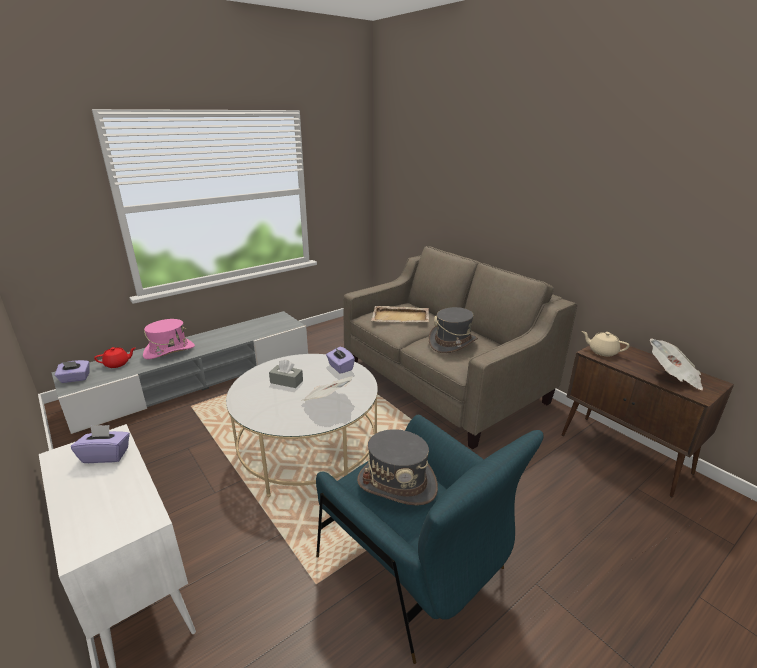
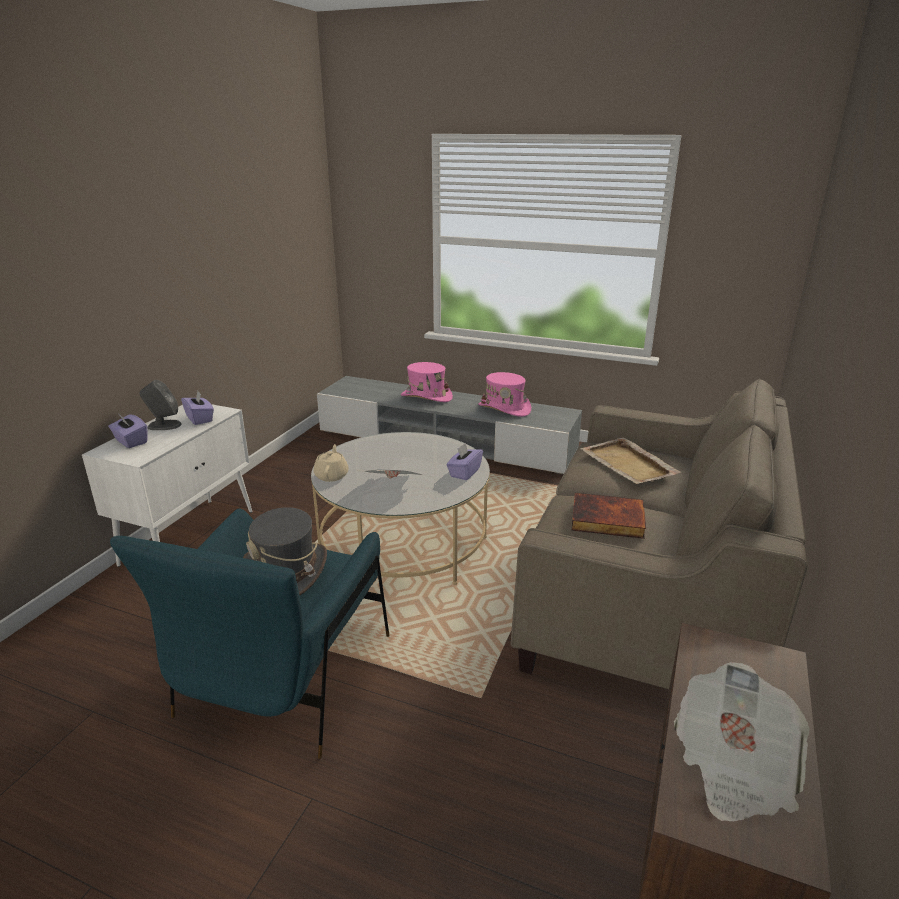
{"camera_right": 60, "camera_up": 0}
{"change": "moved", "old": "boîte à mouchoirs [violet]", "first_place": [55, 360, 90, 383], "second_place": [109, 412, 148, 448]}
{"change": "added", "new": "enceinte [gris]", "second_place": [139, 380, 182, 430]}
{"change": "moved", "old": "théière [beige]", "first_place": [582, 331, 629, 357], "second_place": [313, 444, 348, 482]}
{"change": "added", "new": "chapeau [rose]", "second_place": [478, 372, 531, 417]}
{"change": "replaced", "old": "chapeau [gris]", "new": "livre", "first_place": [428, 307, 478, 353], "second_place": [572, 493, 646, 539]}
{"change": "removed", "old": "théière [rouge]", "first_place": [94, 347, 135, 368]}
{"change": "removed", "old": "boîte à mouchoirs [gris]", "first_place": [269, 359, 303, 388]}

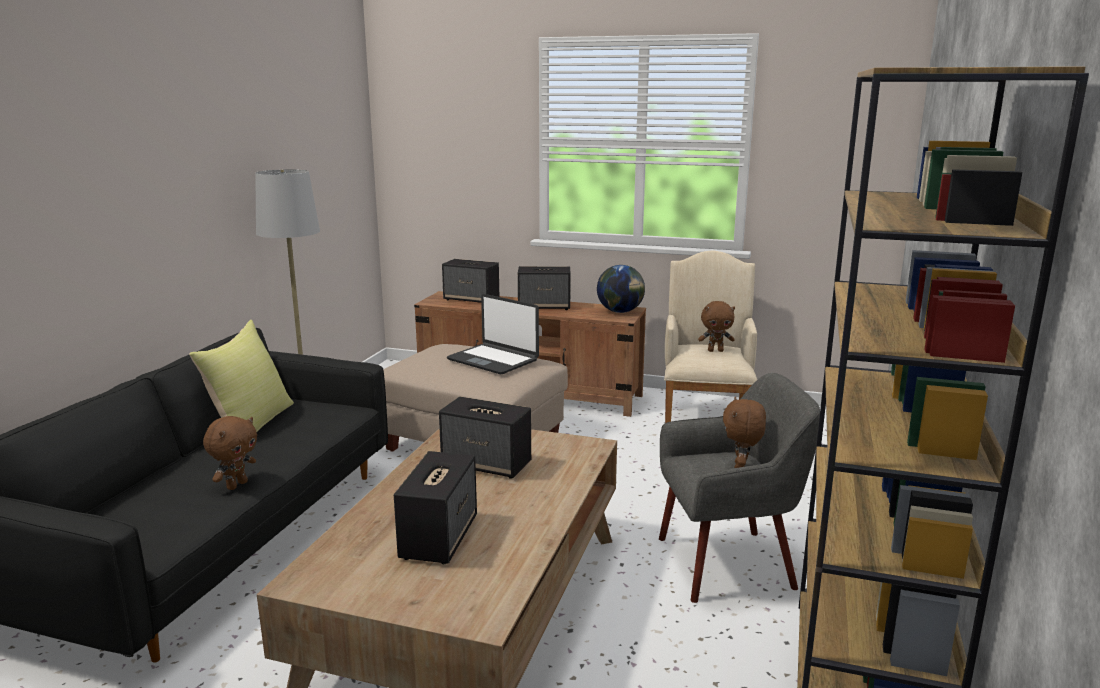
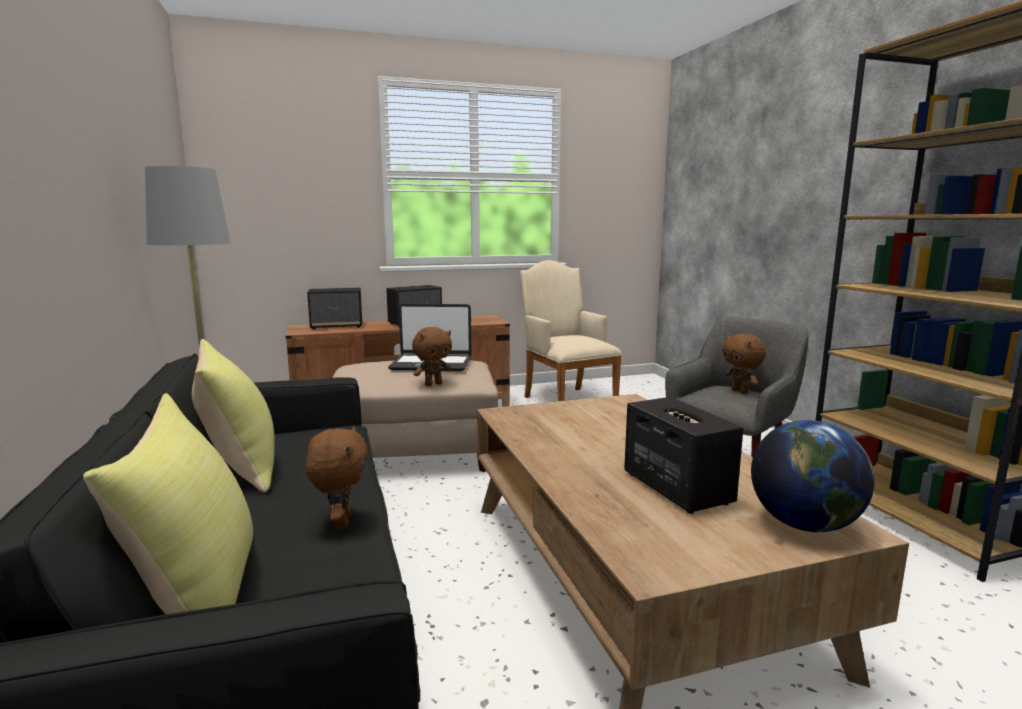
{"camera_right": -35, "camera_up": -5}
{"change": "added", "new": "coussin [jaune]", "second_place": [83, 393, 253, 614]}
{"change": "moved", "old": "peluche [marron]", "first_place": [698, 301, 735, 352], "second_place": [412, 327, 452, 386]}
{"change": "moved", "old": "globe", "first_place": [597, 265, 645, 313], "second_place": [751, 420, 875, 532]}
{"change": "removed", "old": "enceinte", "first_place": [439, 397, 531, 479]}

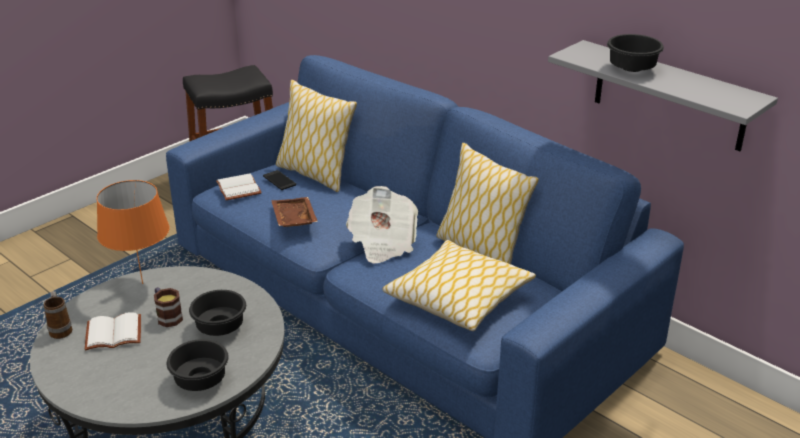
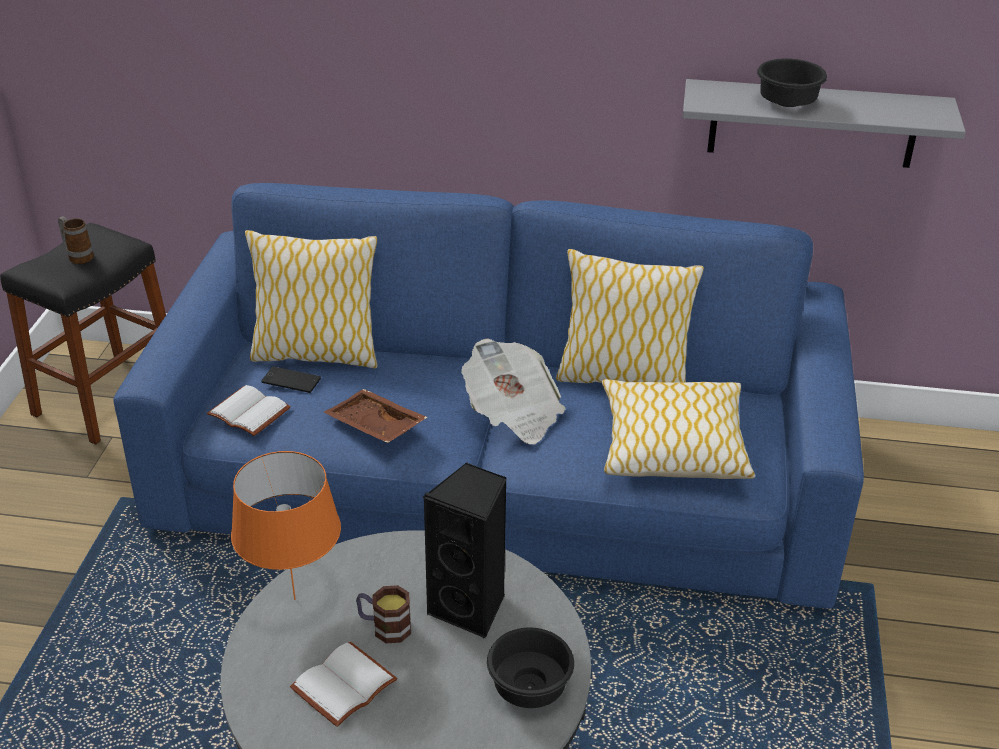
{"camera_right": -35, "camera_up": 5}
{"change": "moved", "old": "mug", "first_place": [44, 291, 72, 339], "second_place": [58, 216, 94, 264]}
{"change": "replaced", "old": "bol [noir]", "new": "enceinte [noir]", "first_place": [189, 290, 246, 336], "second_place": [422, 463, 507, 639]}

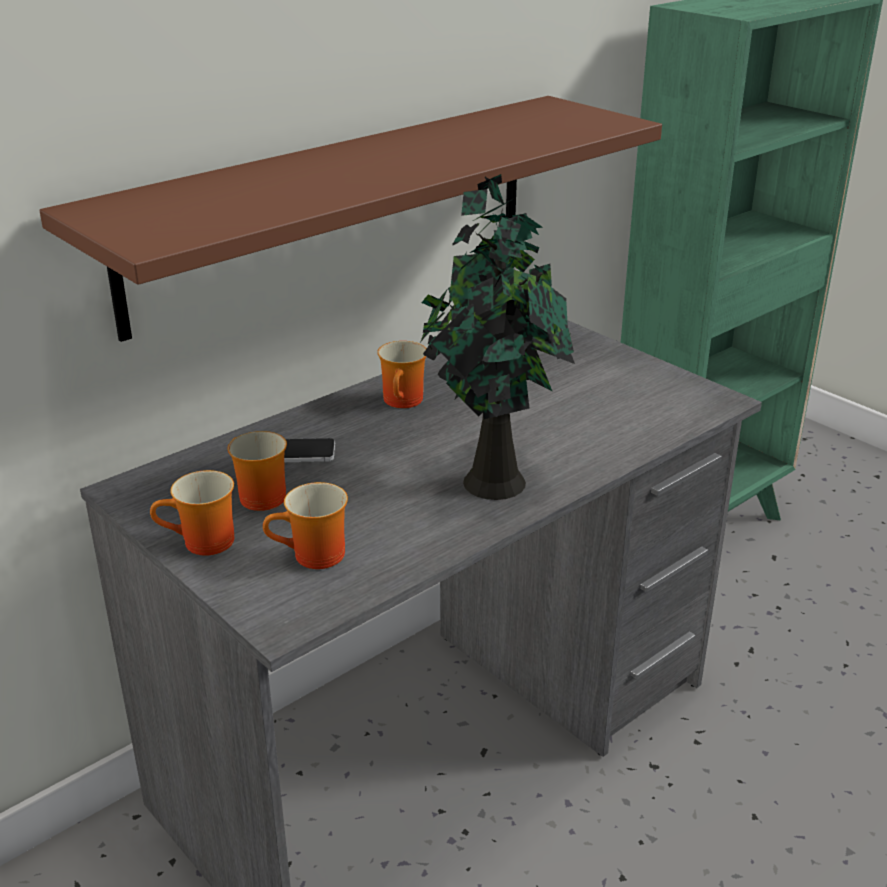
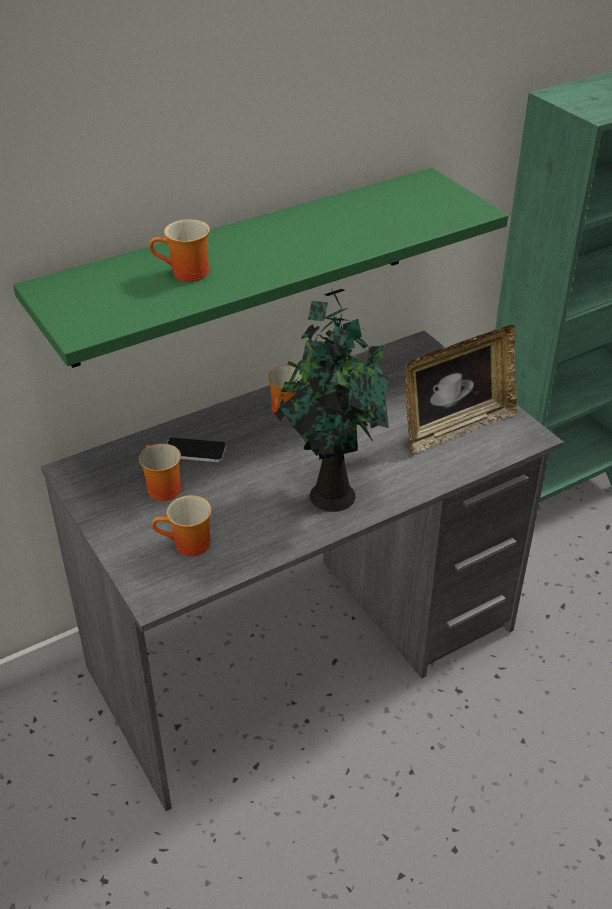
{"camera_right": 10, "camera_up": 10}
{"change": "recoloured", "old": "étagère [marron]", "new": "étagère [vert]", "first_place": [40, 96, 662, 342], "second_place": [13, 168, 508, 368]}
{"change": "moved", "old": "mug", "first_place": [150, 470, 234, 556], "second_place": [149, 219, 210, 282]}
{"change": "added", "new": "cadre photo", "second_place": [405, 325, 518, 454]}

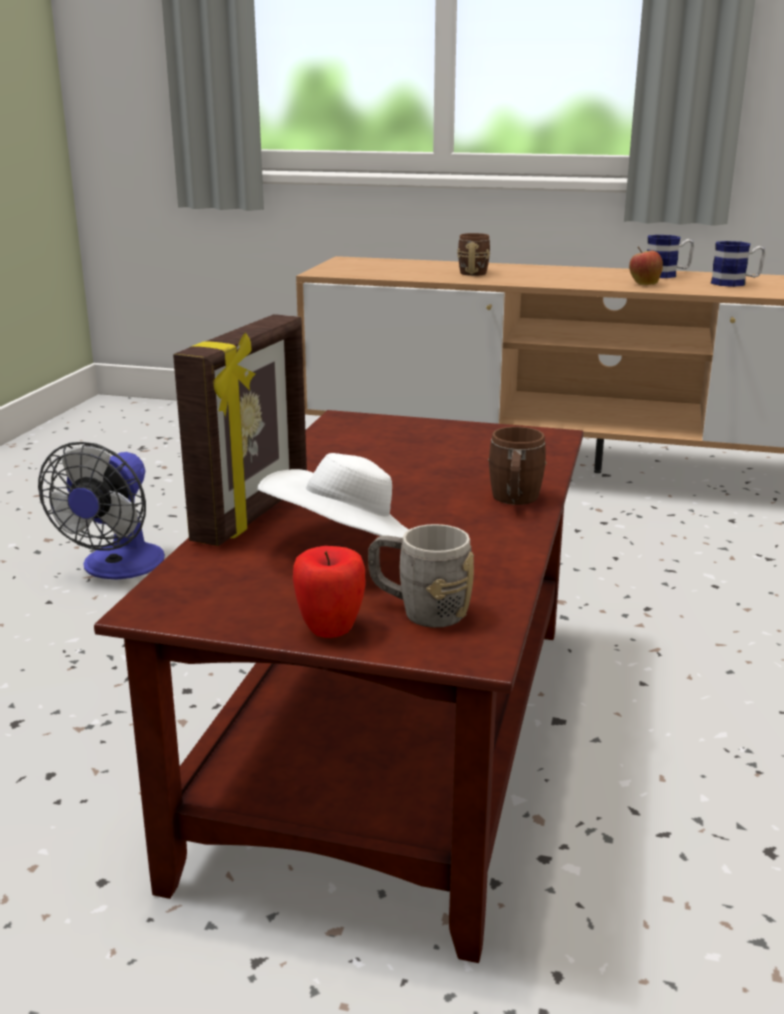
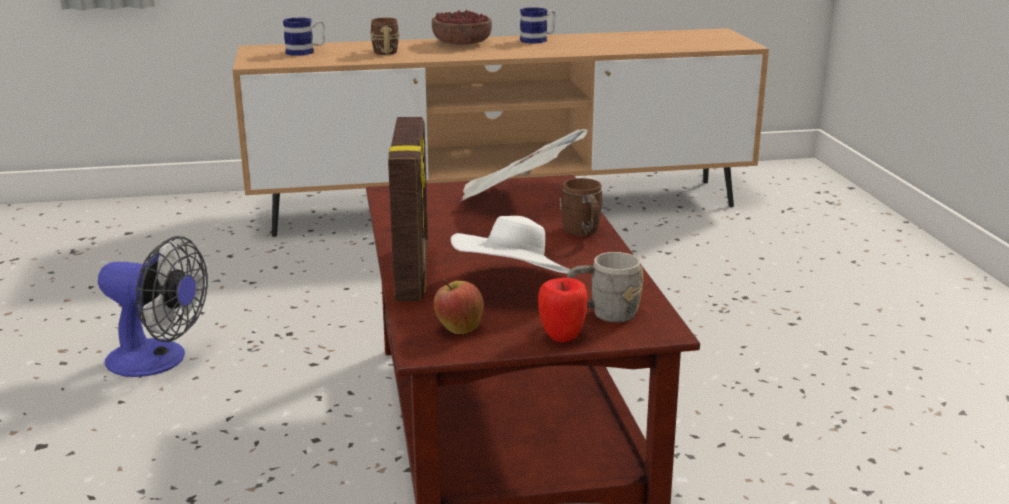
{"camera_right": -25, "camera_up": 0}
{"change": "turned", "old": "ventilateur", "first_place": [38, 442, 165, 580], "second_place": [98, 236, 208, 377], "degrees": -60}
{"change": "moved", "old": "mug", "first_place": [711, 241, 765, 287], "second_place": [283, 18, 325, 56]}
{"change": "added", "new": "bol", "second_place": [432, 10, 492, 45]}
{"change": "moved", "old": "pomme", "first_place": [629, 246, 663, 285], "second_place": [433, 279, 484, 334]}
{"change": "added", "new": "journal", "second_place": [459, 129, 588, 202]}

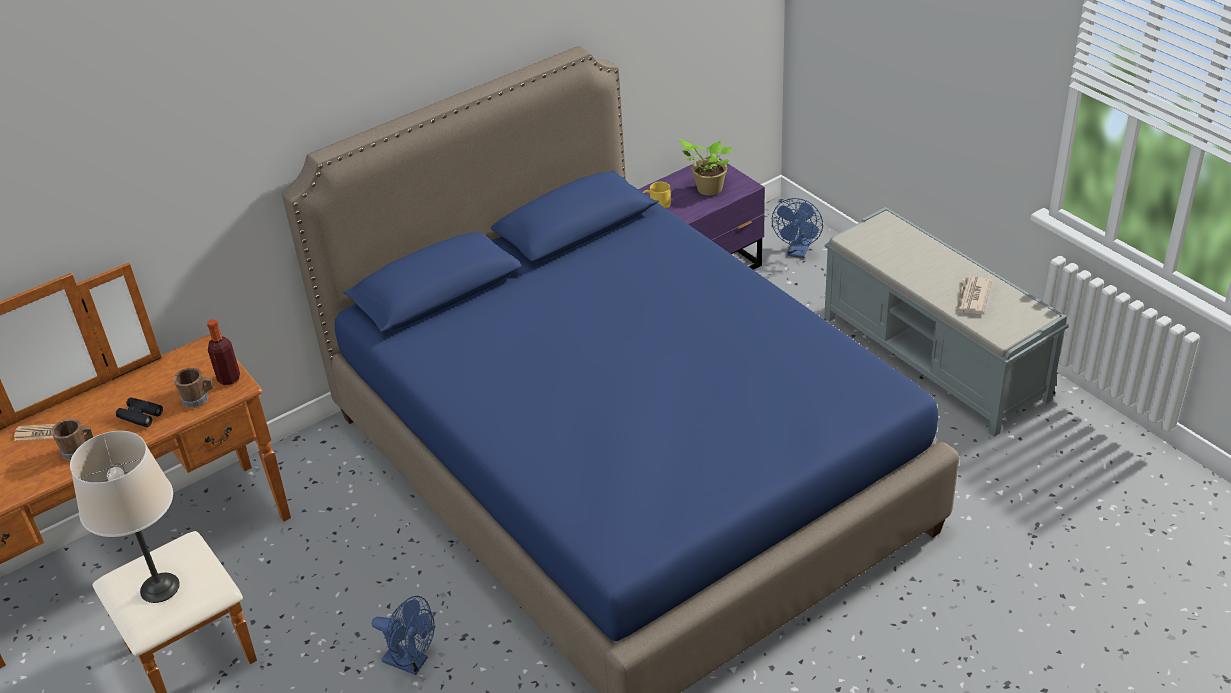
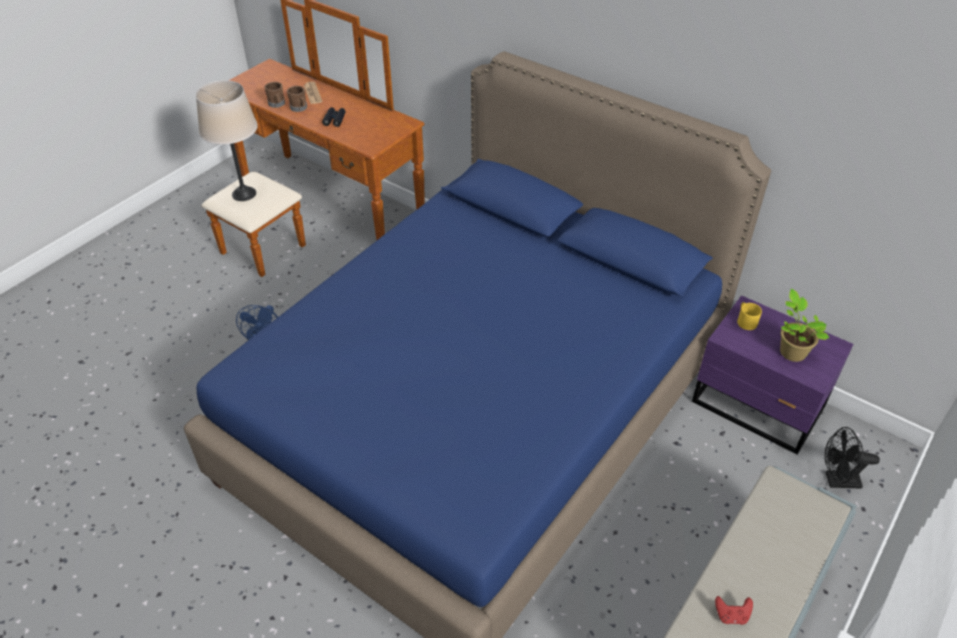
{"camera_right": 70, "camera_up": 5}
{"change": "moved", "old": "mug [marron]", "first_place": [174, 368, 213, 408], "second_place": [264, 82, 285, 108]}
{"change": "replaced", "old": "journal", "new": "manette [rouge]", "first_place": [956, 276, 992, 314], "second_place": [715, 596, 753, 625]}
{"change": "recoloured", "old": "ventilateur [bleu]", "new": "ventilateur [noir]", "first_place": [772, 198, 823, 258], "second_place": [825, 427, 880, 489]}
{"change": "removed", "old": "bouteille", "first_place": [207, 319, 240, 385]}

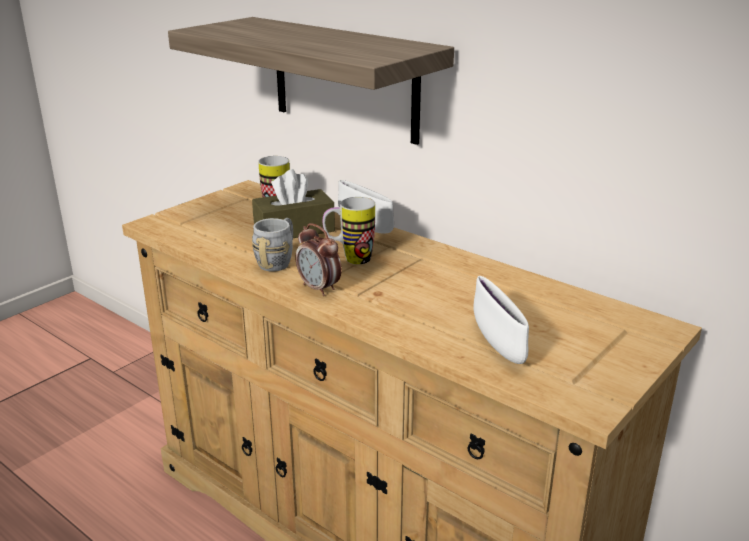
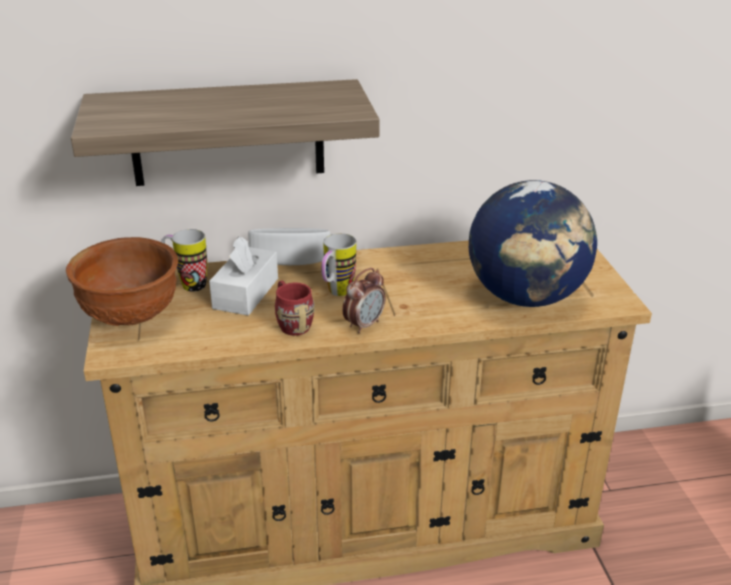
{"camera_right": -50, "camera_up": 5}
{"change": "added", "new": "bol [marron]", "second_place": [66, 237, 178, 326]}
{"change": "recoloured", "old": "boîte à mouchoirs [marron]", "new": "boîte à mouchoirs [blanc]", "first_place": [252, 169, 335, 238], "second_place": [209, 236, 278, 316]}
{"change": "recoloured", "old": "mug [gris]", "new": "mug [rouge]", "first_place": [252, 218, 293, 271], "second_place": [275, 280, 315, 336]}
{"change": "turned", "old": "réveil", "first_place": [296, 223, 342, 296], "second_place": [342, 268, 386, 334], "degrees": -45}
{"change": "replaced", "old": "bol [blanc]", "new": "globe", "first_place": [474, 276, 529, 364], "second_place": [469, 180, 597, 307]}

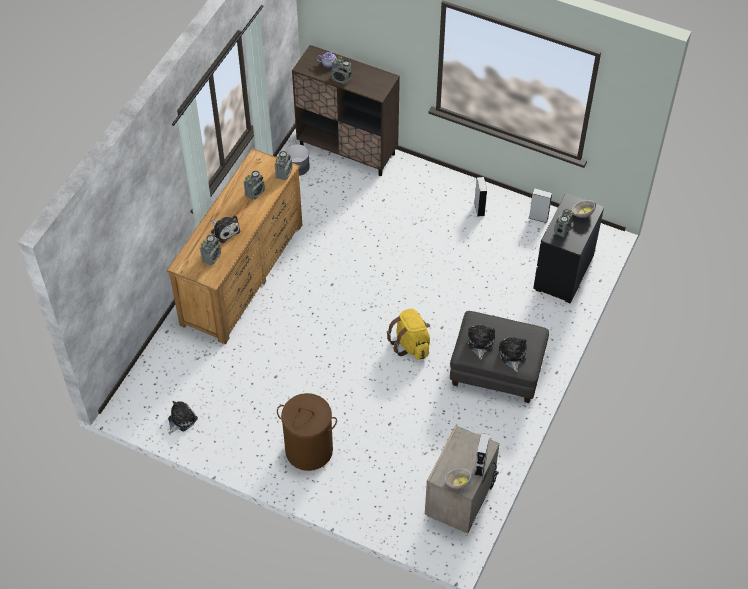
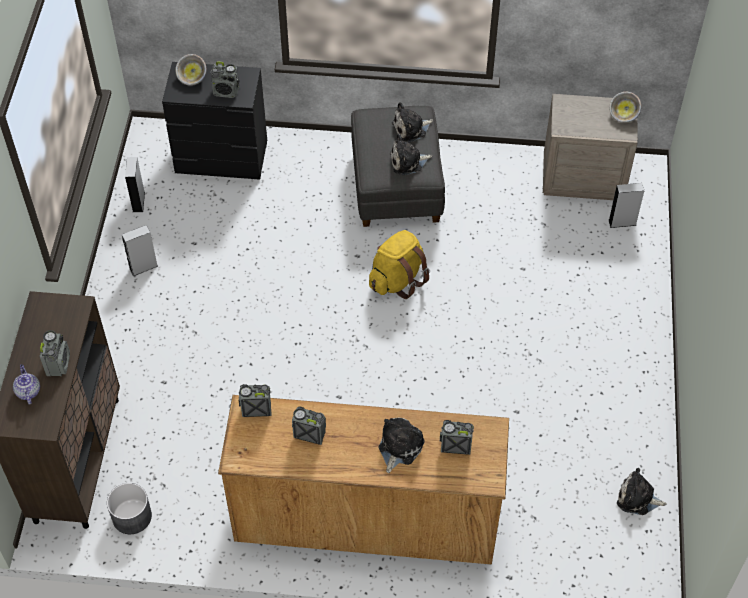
{"camera_right": -110, "camera_up": 0}
{"change": "moved", "old": "enceinte [gris]", "first_place": [474, 433, 490, 477], "second_place": [609, 183, 644, 228]}
{"change": "removed", "old": "panier à linge [marron]", "first_place": [277, 393, 337, 471]}

